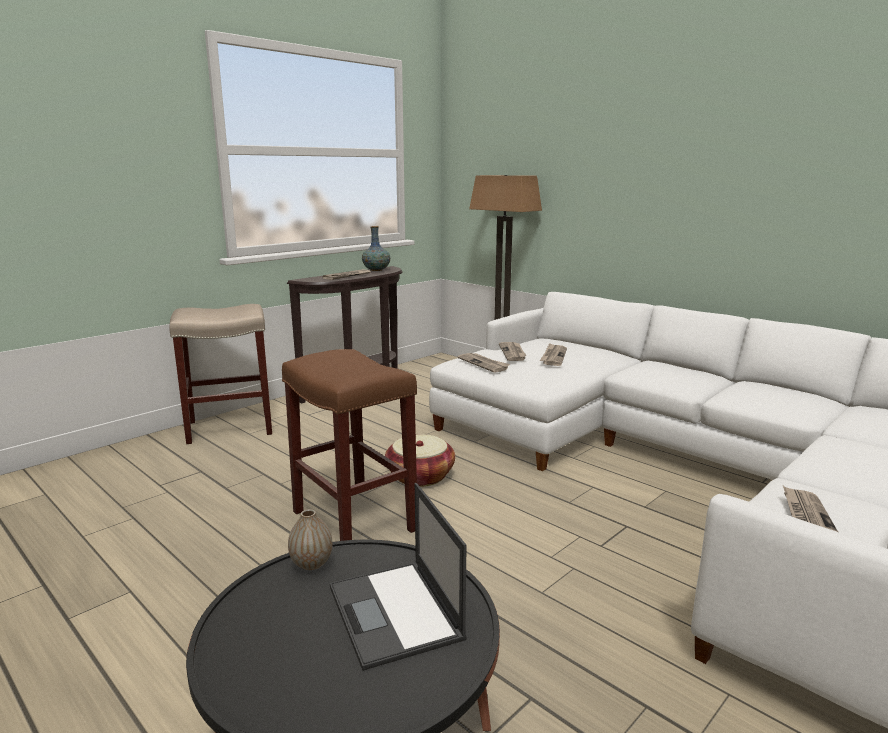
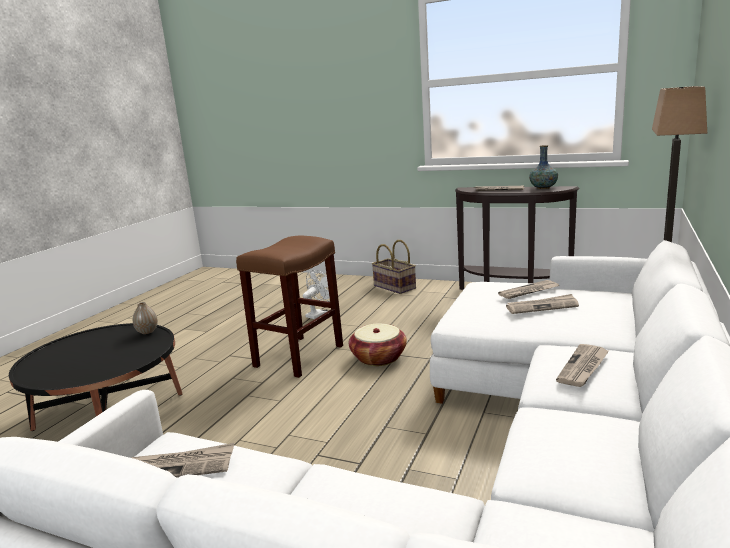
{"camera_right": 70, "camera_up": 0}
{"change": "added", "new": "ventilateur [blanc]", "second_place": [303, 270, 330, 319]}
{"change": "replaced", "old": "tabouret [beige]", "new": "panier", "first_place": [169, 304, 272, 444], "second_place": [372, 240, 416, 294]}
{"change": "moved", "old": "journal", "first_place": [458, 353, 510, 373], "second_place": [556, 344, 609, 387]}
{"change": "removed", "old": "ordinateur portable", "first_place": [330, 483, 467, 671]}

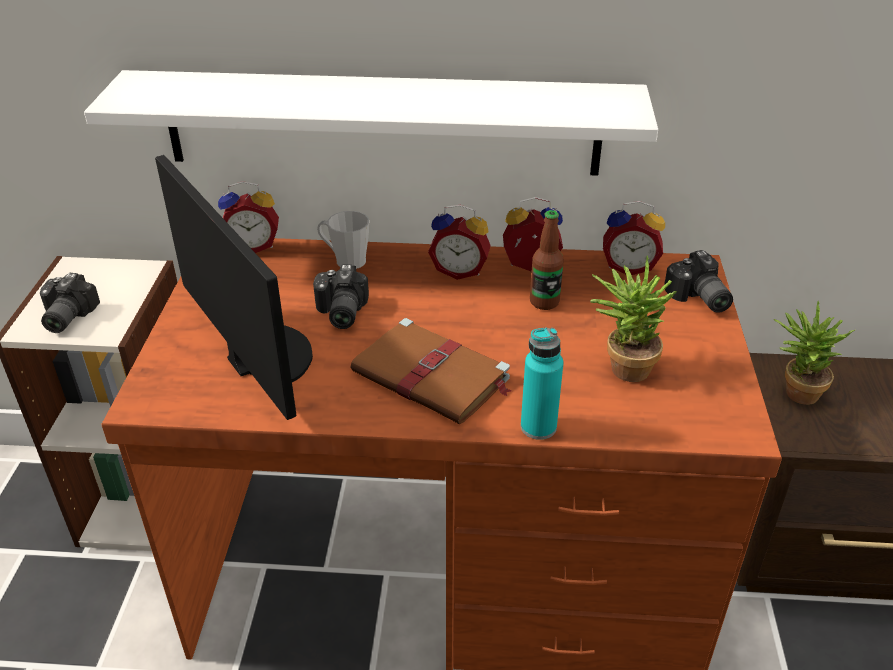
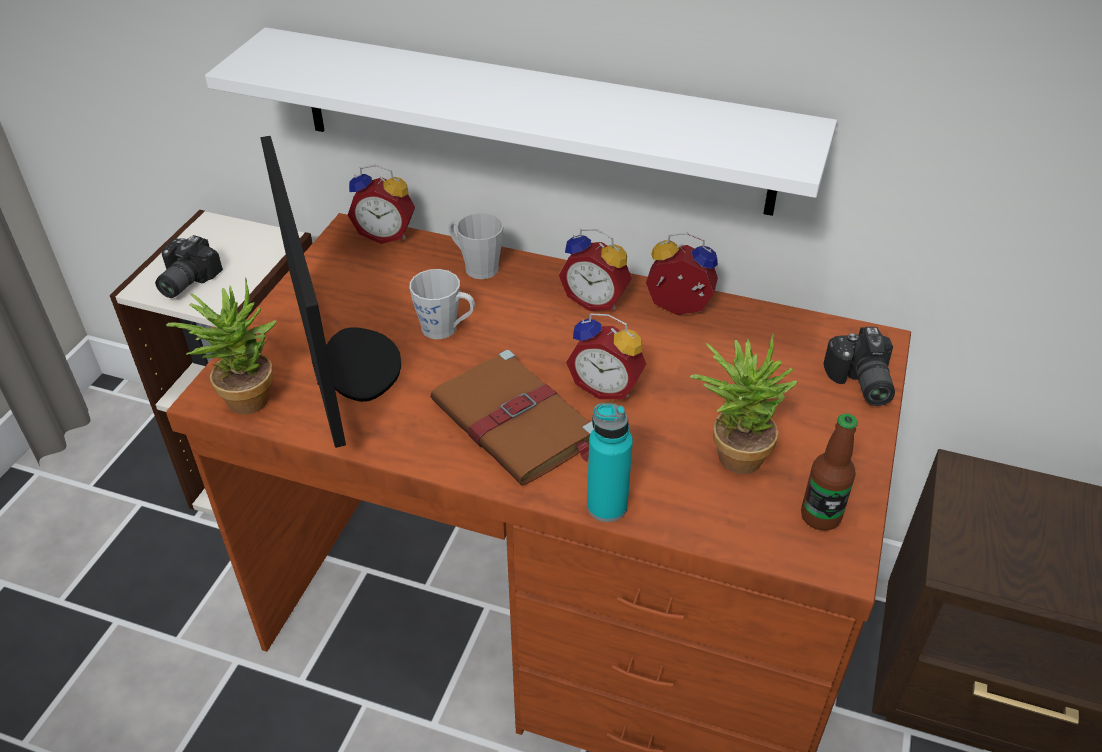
{"camera_right": 15, "camera_up": 5}
{"change": "moved", "old": "plante en pot", "first_place": [774, 301, 855, 405], "second_place": [166, 278, 277, 414]}
{"change": "replaced", "old": "appareil photo", "new": "mug [gris]", "first_place": [313, 264, 369, 329], "second_place": [410, 269, 475, 339]}
{"change": "moved", "old": "réveil", "first_place": [603, 201, 665, 275], "second_place": [566, 313, 646, 399]}
{"change": "moved", "old": "bouteille", "first_place": [530, 210, 564, 310], "second_place": [801, 414, 858, 531]}

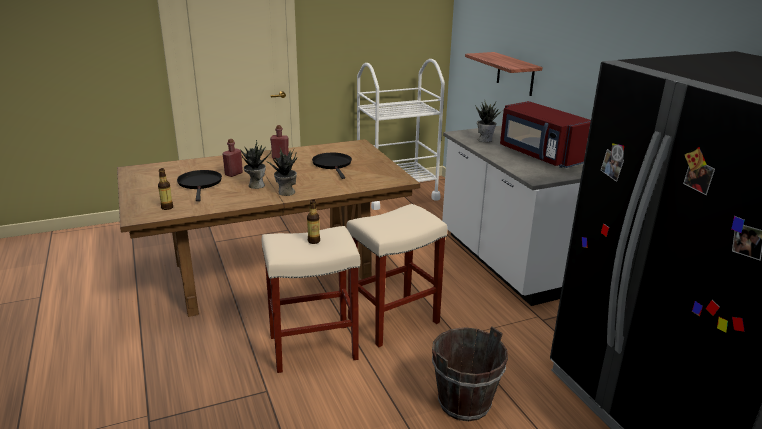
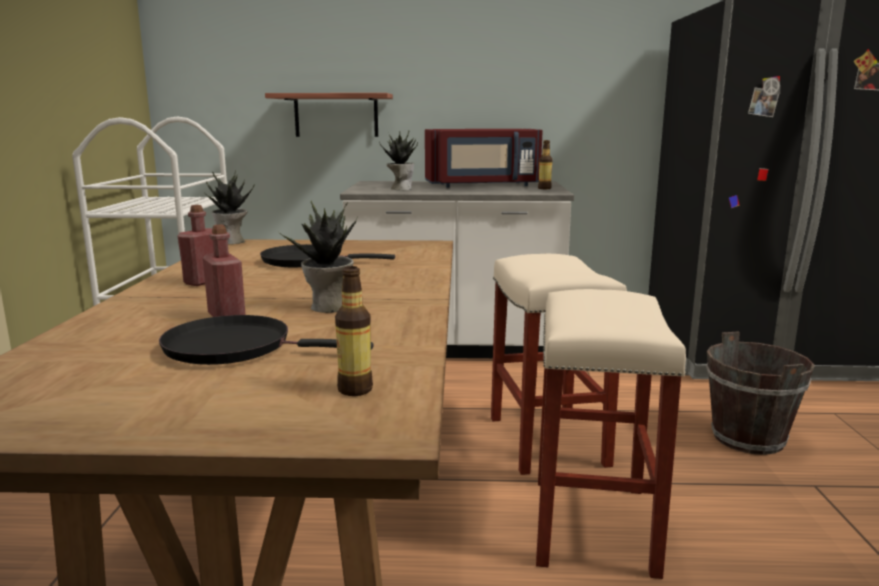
{"camera_right": -65, "camera_up": -10}
{"change": "moved", "old": "plante en pot", "first_place": [264, 146, 298, 196], "second_place": [205, 170, 255, 244]}
{"change": "moved", "old": "bouteille", "first_place": [307, 199, 320, 244], "second_place": [538, 140, 552, 189]}

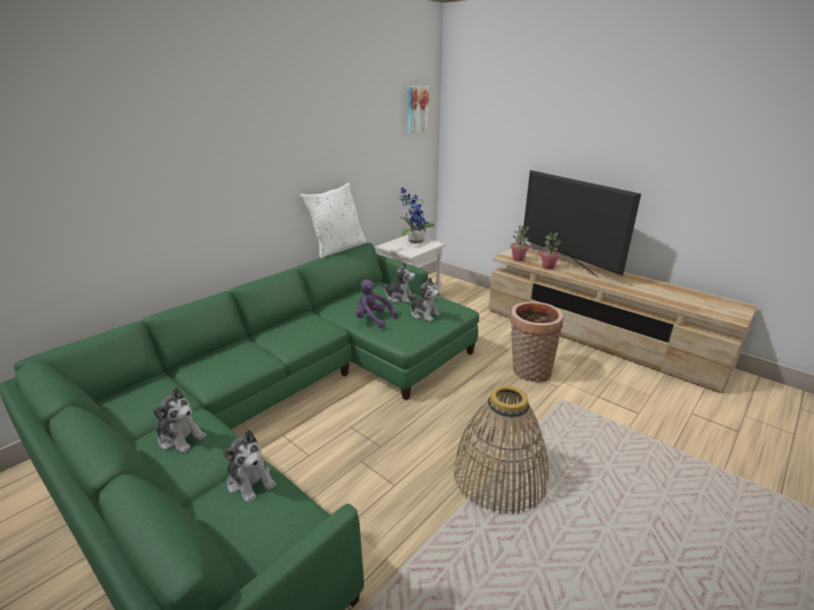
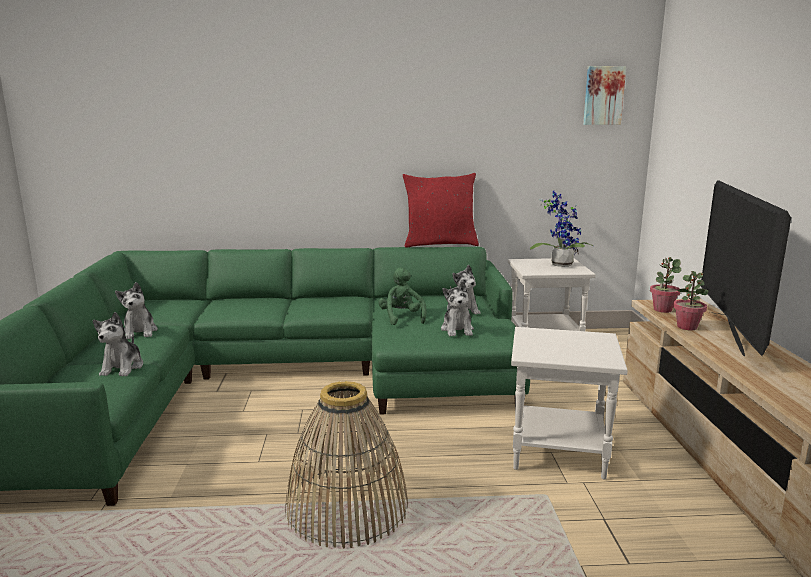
{"camera_right": 45, "camera_up": -10}
{"change": "recoloured", "old": "peluche [violet]", "new": "peluche [vert]", "first_place": [356, 279, 397, 328], "second_place": [378, 268, 426, 325]}
{"change": "recoloured", "old": "coussin [blanc]", "new": "coussin [rouge]", "first_place": [300, 183, 367, 259], "second_place": [402, 173, 479, 247]}
{"change": "replaced", "old": "panier", "new": "table d'appoint [blanc]", "first_place": [510, 302, 563, 383], "second_place": [511, 327, 628, 479]}

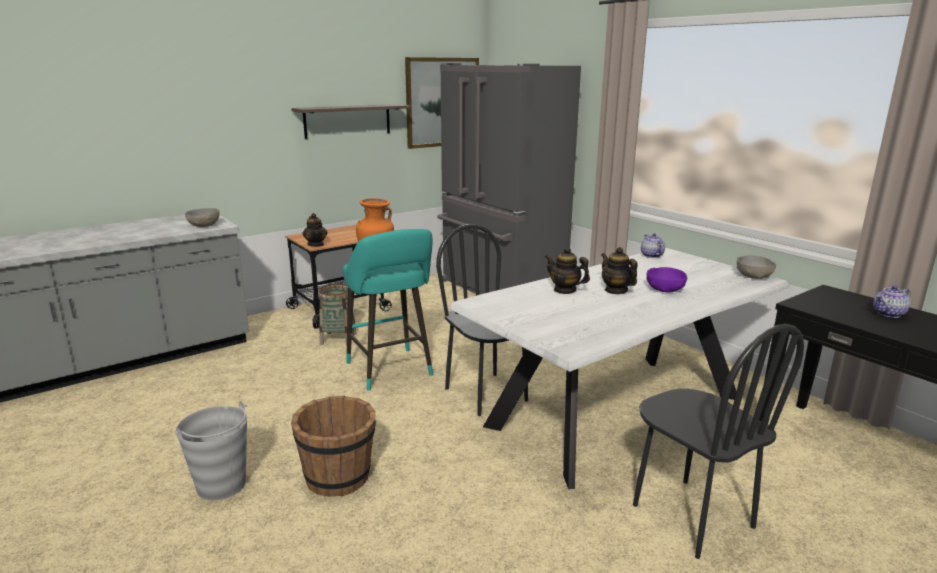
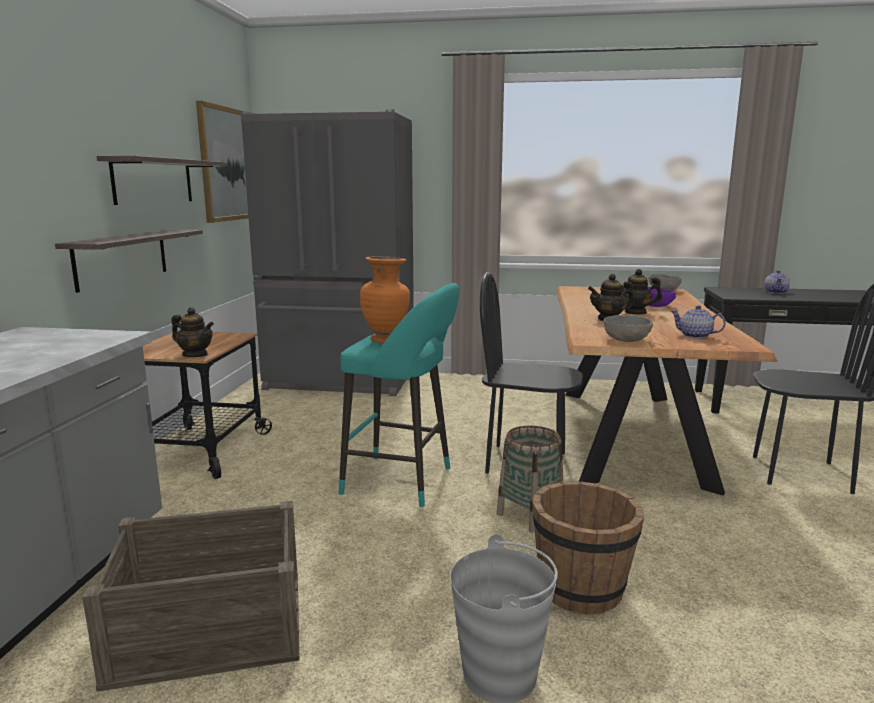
{"camera_right": -45, "camera_up": -5}
{"change": "added", "new": "étagère", "second_place": [55, 229, 203, 293]}
{"change": "added", "new": "caisse", "second_place": [82, 501, 299, 692]}
{"change": "moved", "old": "panier", "first_place": [318, 284, 357, 346], "second_place": [497, 426, 563, 533]}
{"change": "recoloured", "old": "table à manger [blanc]", "new": "table à manger [marron]", "first_place": [449, 248, 790, 489], "second_place": [557, 286, 778, 496]}
{"change": "moved", "old": "bol [gris]", "first_place": [185, 208, 220, 227], "second_place": [604, 315, 653, 342]}
{"change": "moved", "old": "théière", "first_place": [641, 233, 665, 258], "second_place": [671, 305, 726, 338]}

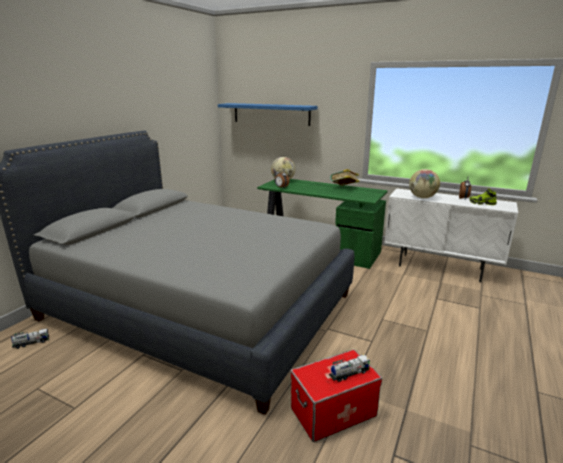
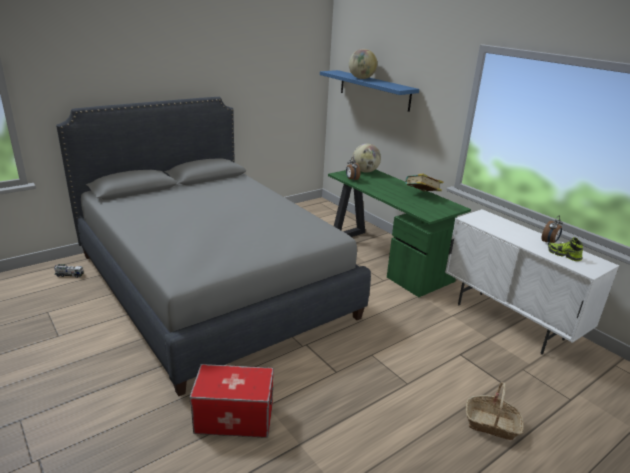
{"camera_right": 25, "camera_up": 5}
{"change": "moved", "old": "globe", "first_place": [409, 169, 440, 198], "second_place": [349, 49, 377, 79]}
{"change": "added", "new": "panier", "second_place": [466, 382, 524, 440]}
{"change": "removed", "old": "camion jouet", "first_place": [329, 354, 370, 382]}

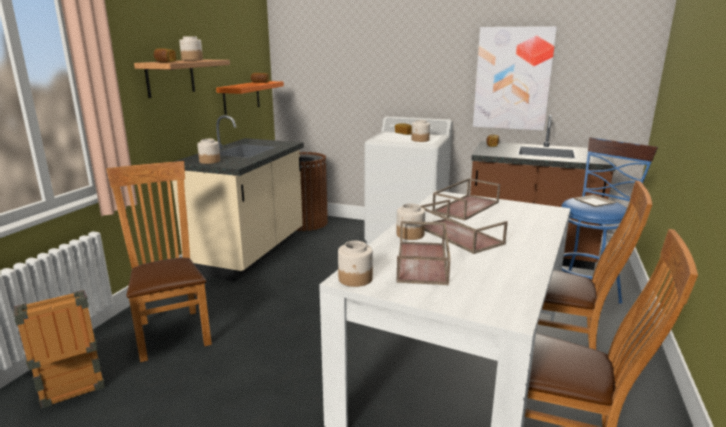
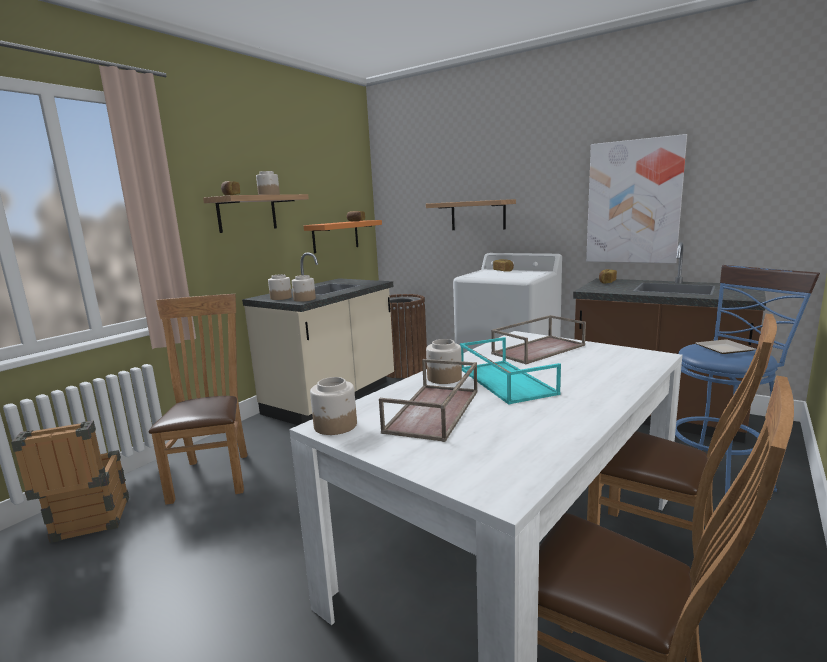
{"camera_right": 15, "camera_up": -5}
{"change": "moved", "old": "bocal", "first_place": [411, 120, 430, 142], "second_place": [292, 275, 316, 302]}
{"change": "added", "new": "étagère", "second_place": [426, 199, 516, 230]}
{"change": "recoloured", "old": "plateau [marron]", "new": "plateau [turquoise]", "first_place": [420, 200, 508, 254], "second_place": [460, 337, 561, 405]}

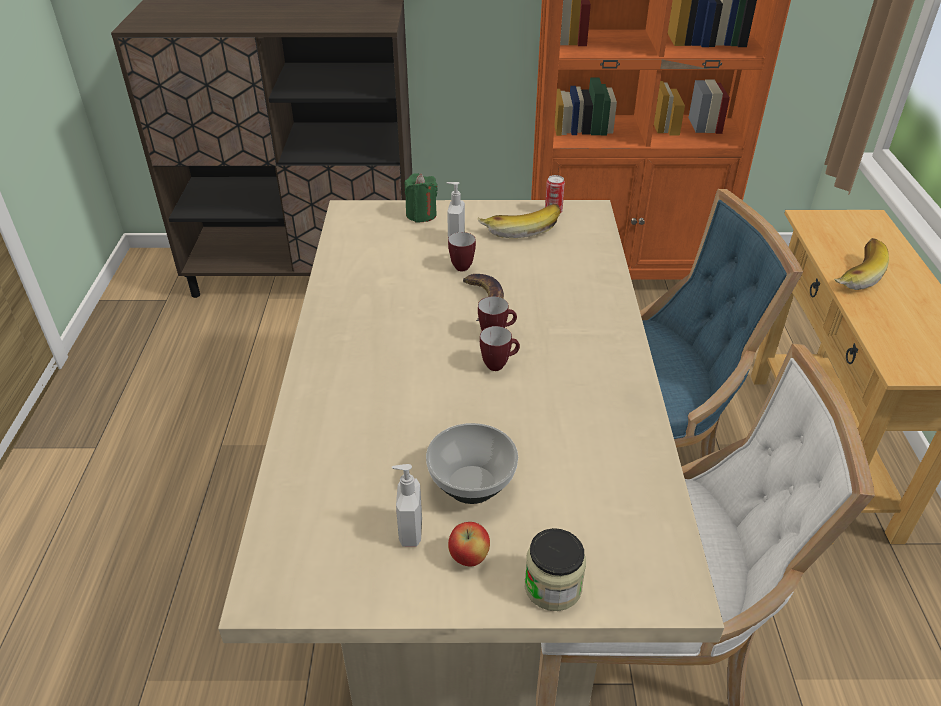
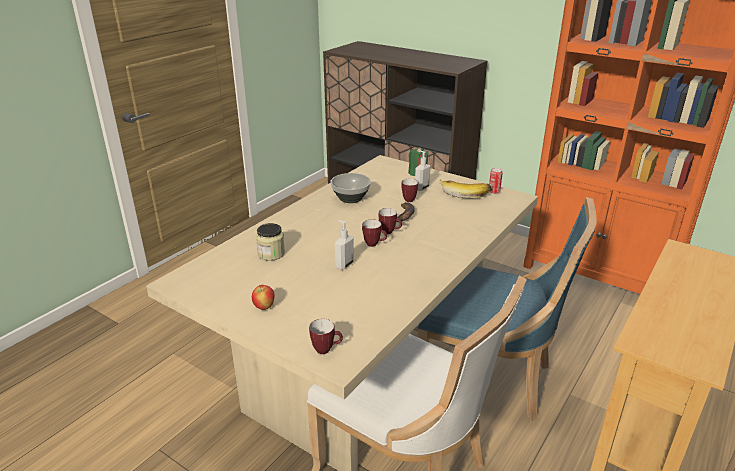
{"camera_right": 35, "camera_up": -10}
{"change": "moved", "old": "bocal", "first_place": [525, 528, 586, 611], "second_place": [256, 223, 285, 261]}
{"change": "added", "new": "mug", "second_place": [309, 319, 343, 354]}
{"change": "moved", "old": "bol", "first_place": [426, 423, 518, 504], "second_place": [331, 173, 371, 203]}
{"change": "moved", "old": "distributeur de savon", "first_place": [392, 464, 422, 547], "second_place": [335, 220, 354, 270]}
{"change": "removed", "old": "banane", "first_place": [834, 238, 889, 290]}

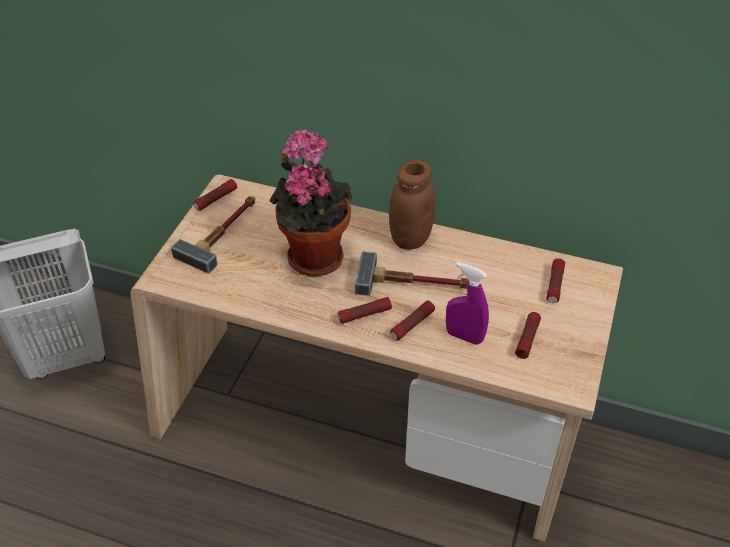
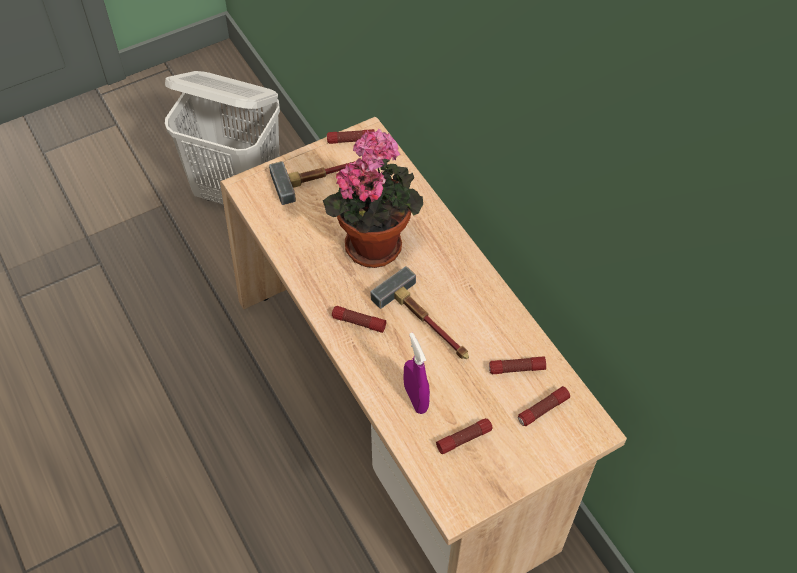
{"camera_right": 40, "camera_up": 10}
{"change": "moved", "old": "lampe de poche", "first_place": [390, 301, 435, 341], "second_place": [489, 356, 546, 374]}
{"change": "removed", "old": "bocal [marron]", "first_place": [389, 160, 435, 250]}

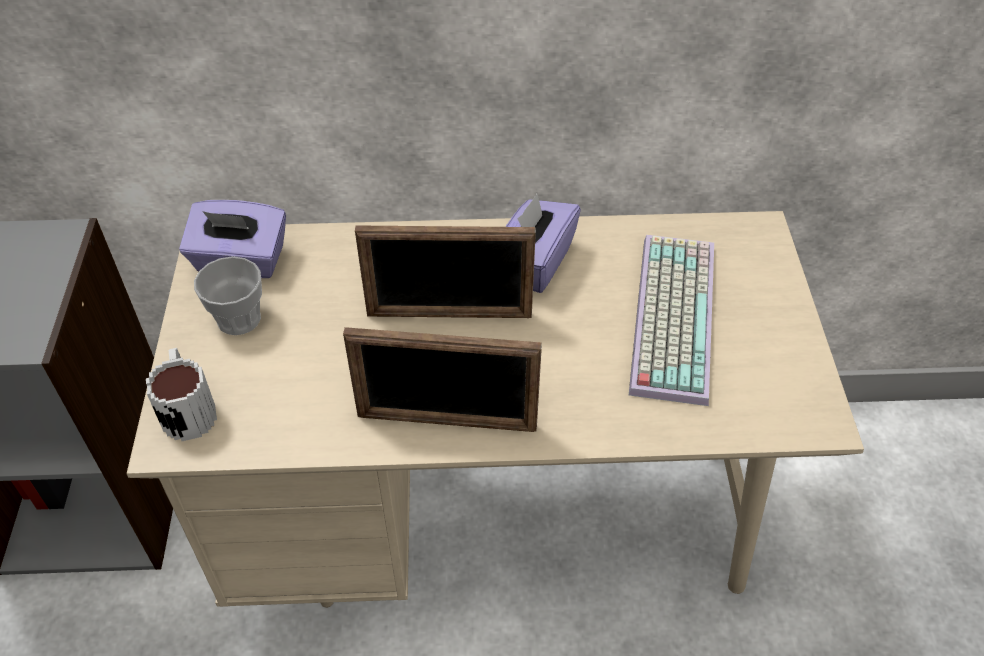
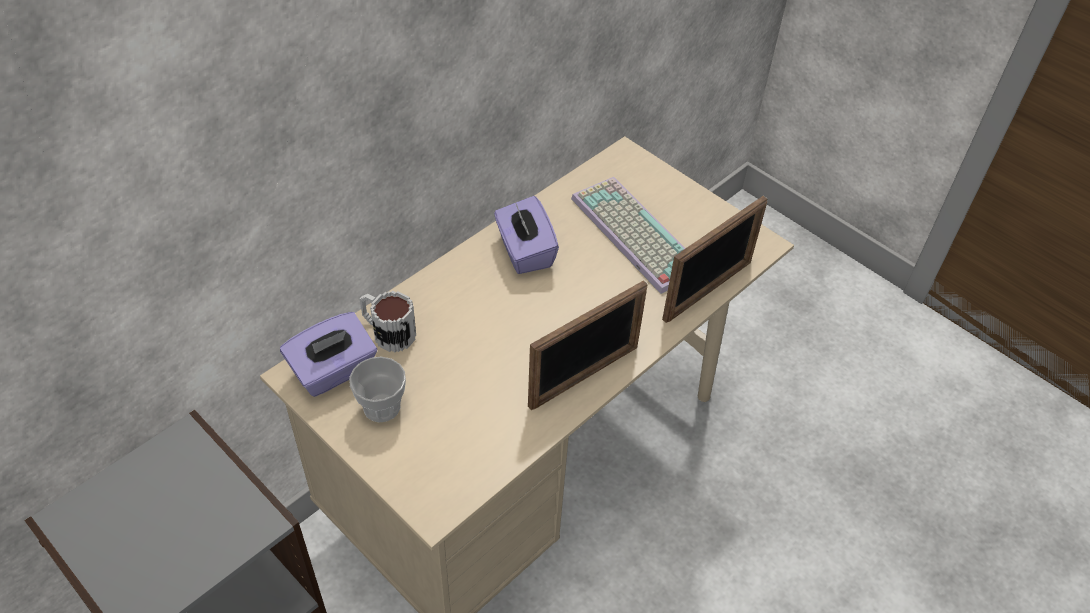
{"camera_right": -45, "camera_up": 0}
{"change": "moved", "old": "mug", "first_place": [146, 348, 217, 441], "second_place": [360, 291, 416, 352]}
{"change": "moved", "old": "cadre photo", "first_place": [355, 225, 536, 318], "second_place": [662, 196, 767, 323]}

